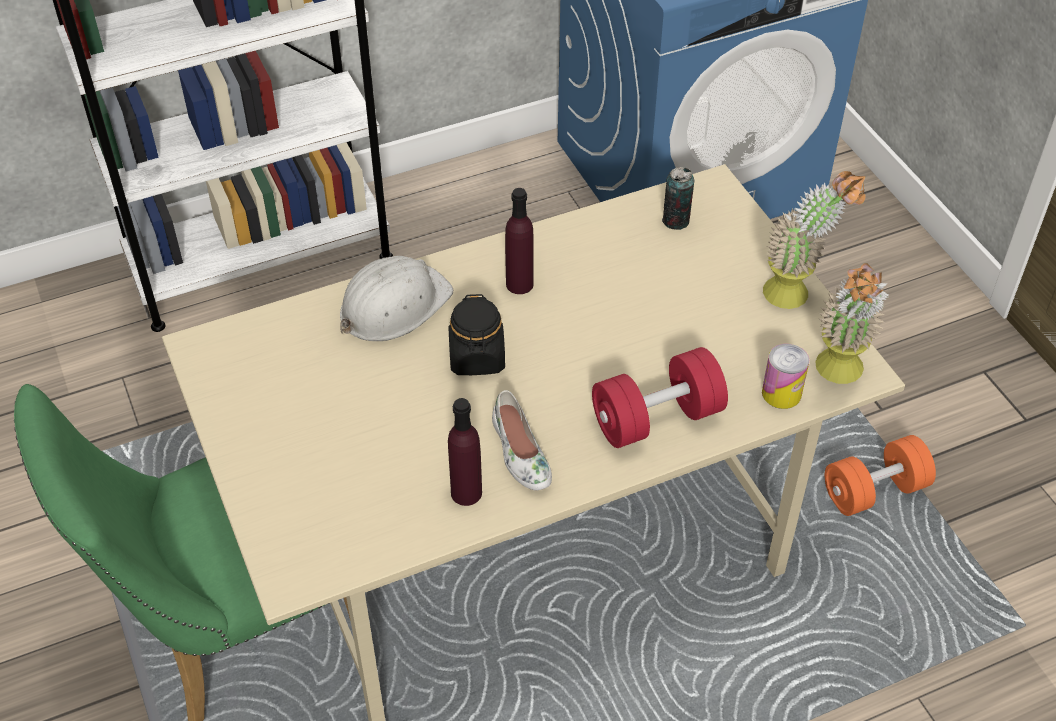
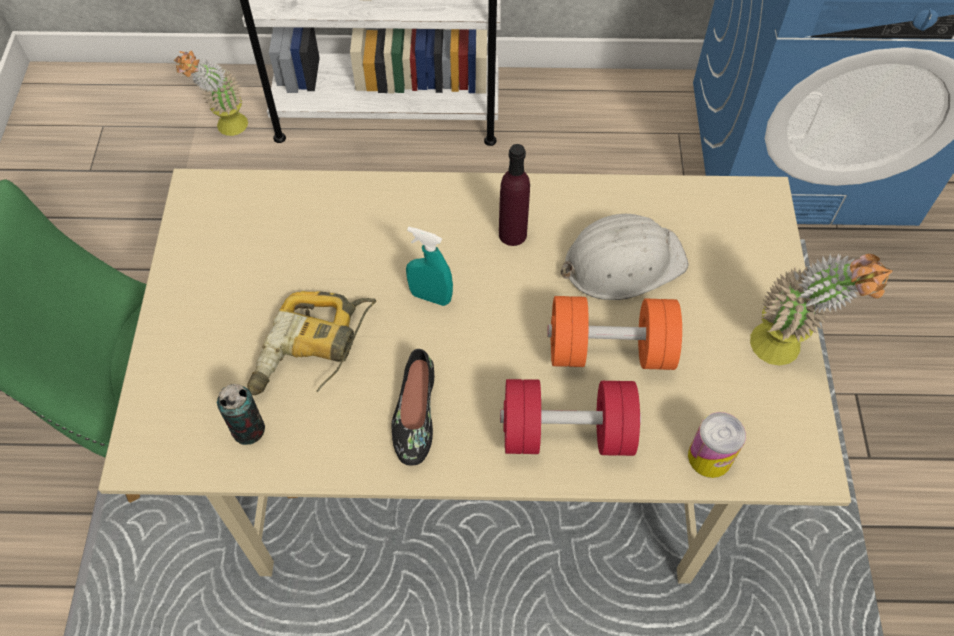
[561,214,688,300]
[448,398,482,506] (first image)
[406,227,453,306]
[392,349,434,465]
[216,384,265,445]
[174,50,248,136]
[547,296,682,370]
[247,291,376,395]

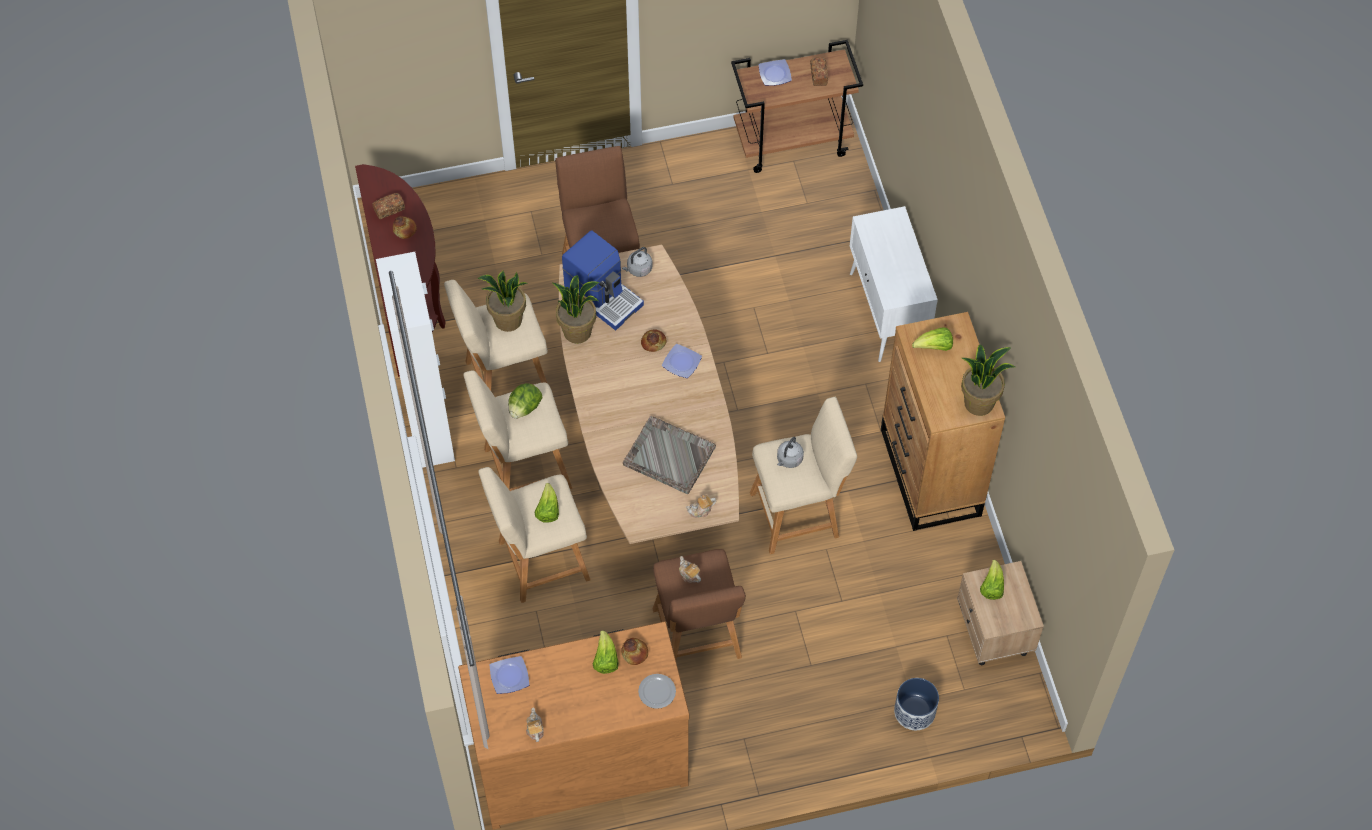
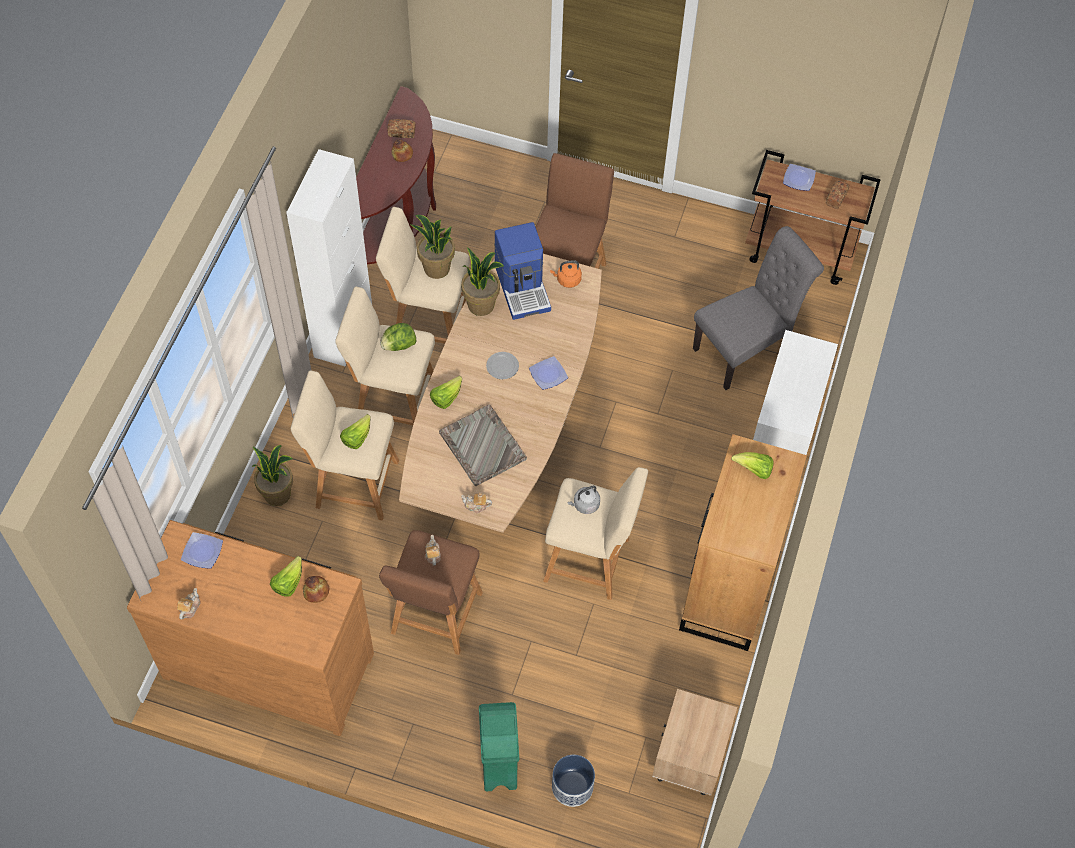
[550,260,582,288]
[486,352,519,379]
[641,329,667,352] (first image)
[252,445,293,506]
[430,376,462,409]
[479,702,519,791]
[693,226,824,390]

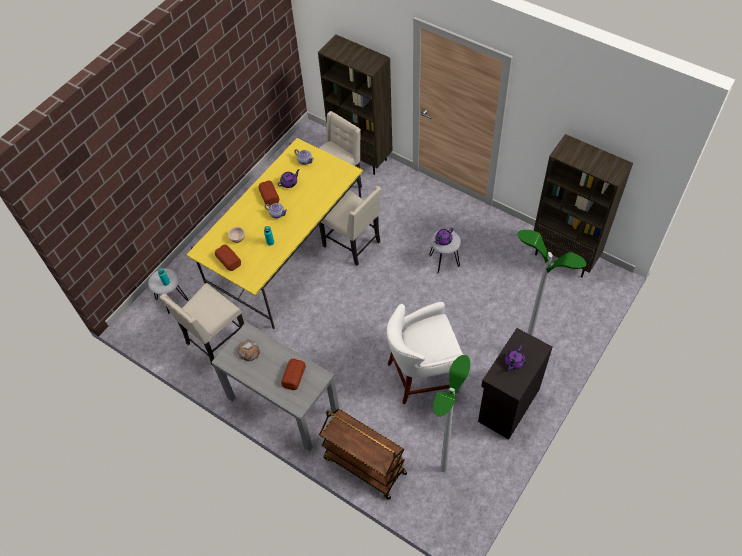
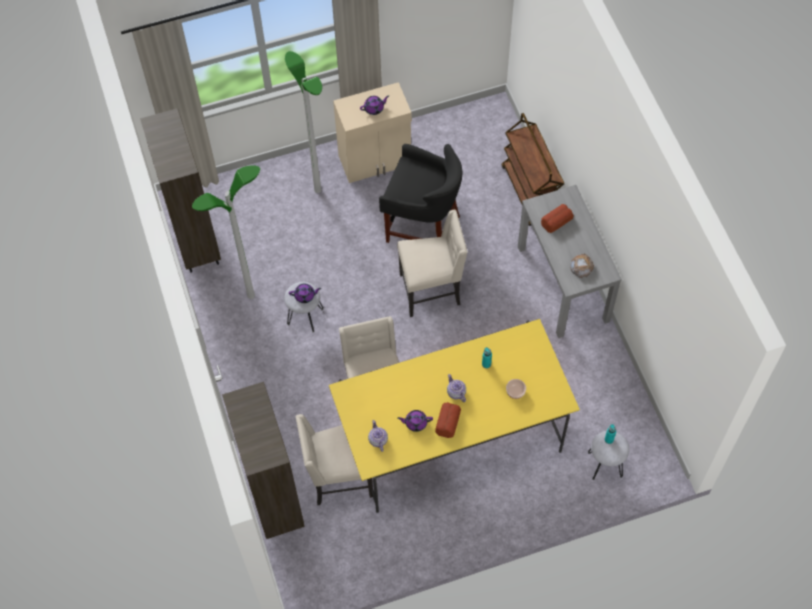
[397,210,468,317]
[215,244,241,271] (first image)
[379,144,463,243]
[192,165,260,299]
[333,82,412,183]

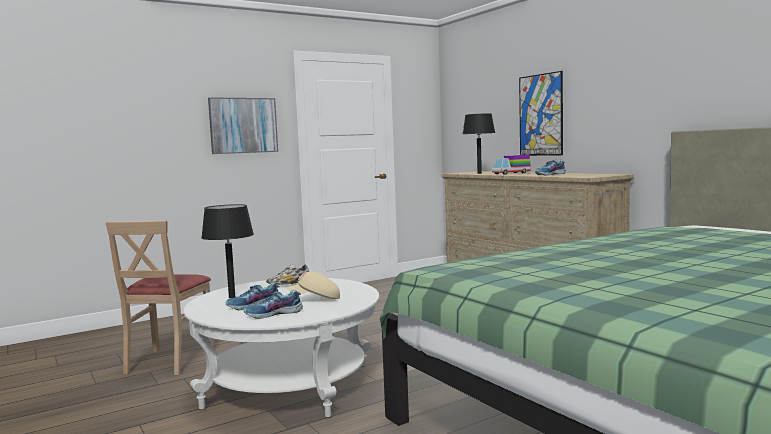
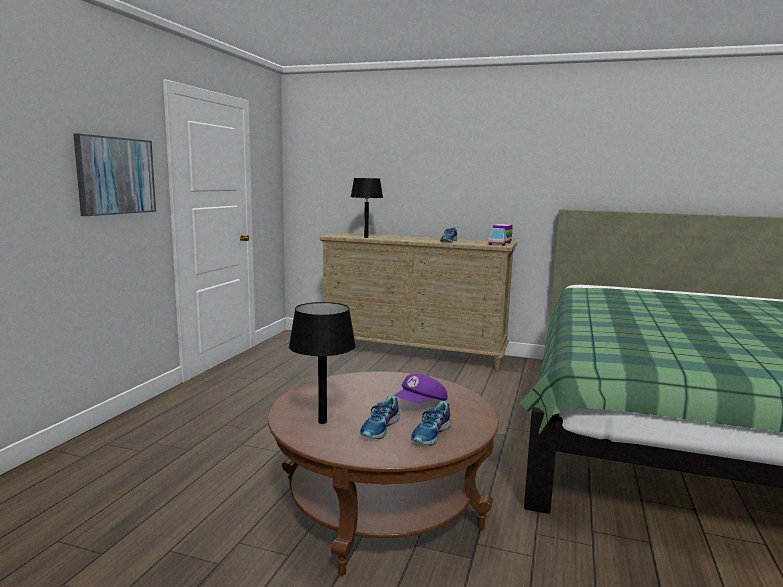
[105,220,214,375] (first image)
[268,371,499,576]
[266,264,310,285] (first image)
[395,373,447,403]
[488,224,513,246]
[519,71,563,156] (first image)

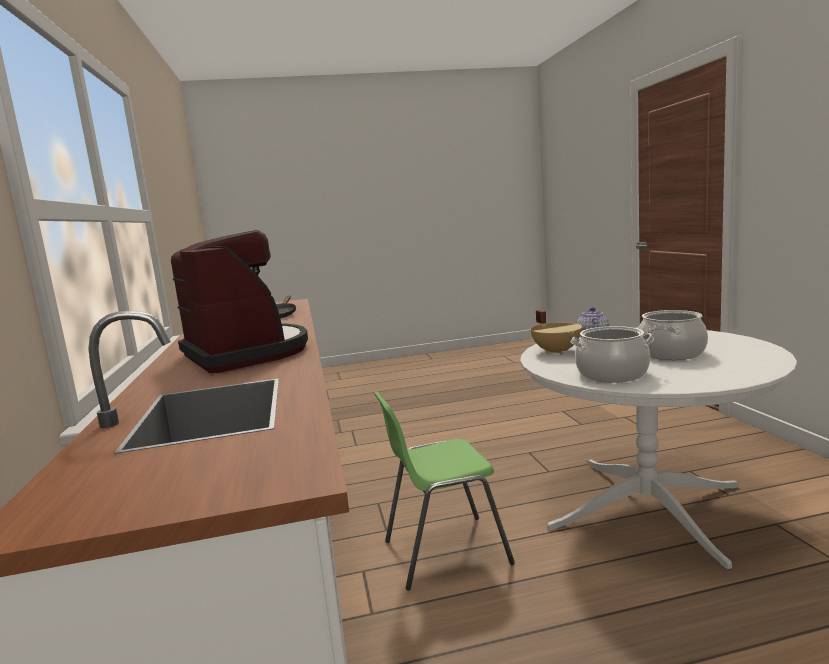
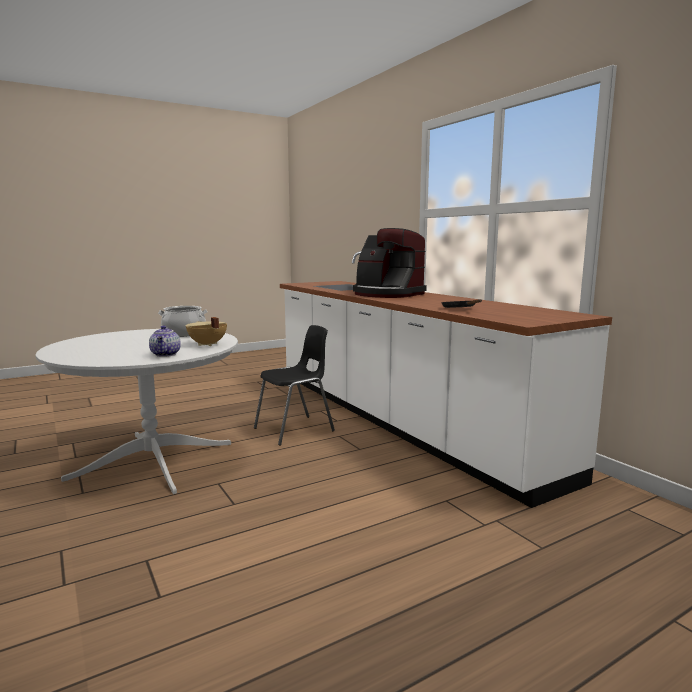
[254,325,335,446]
[638,310,708,360] (first image)

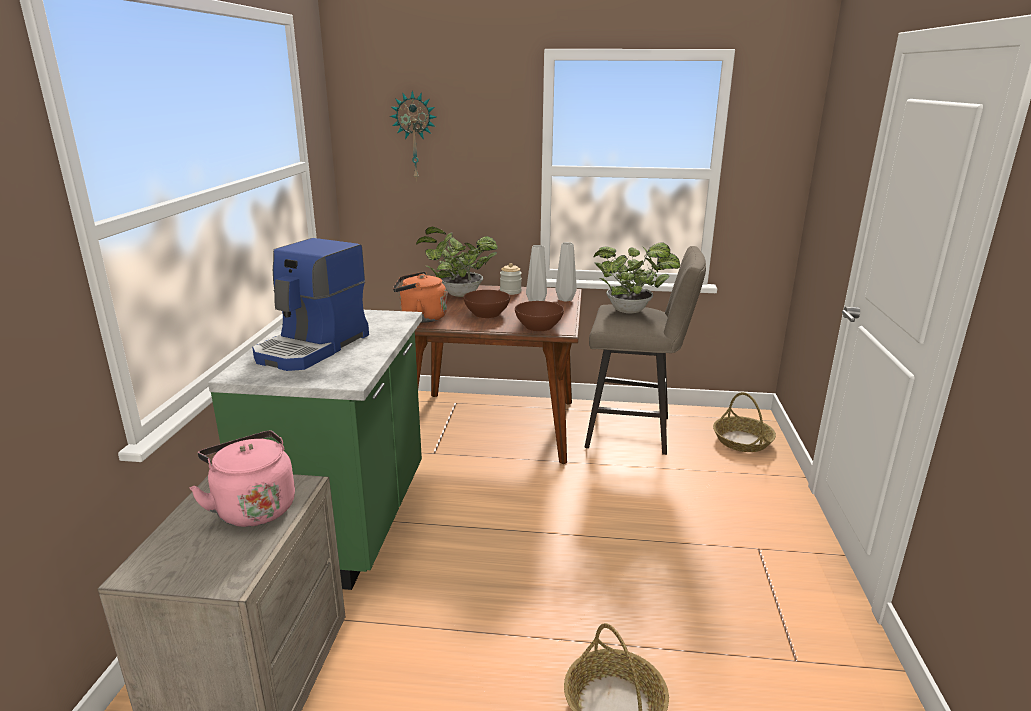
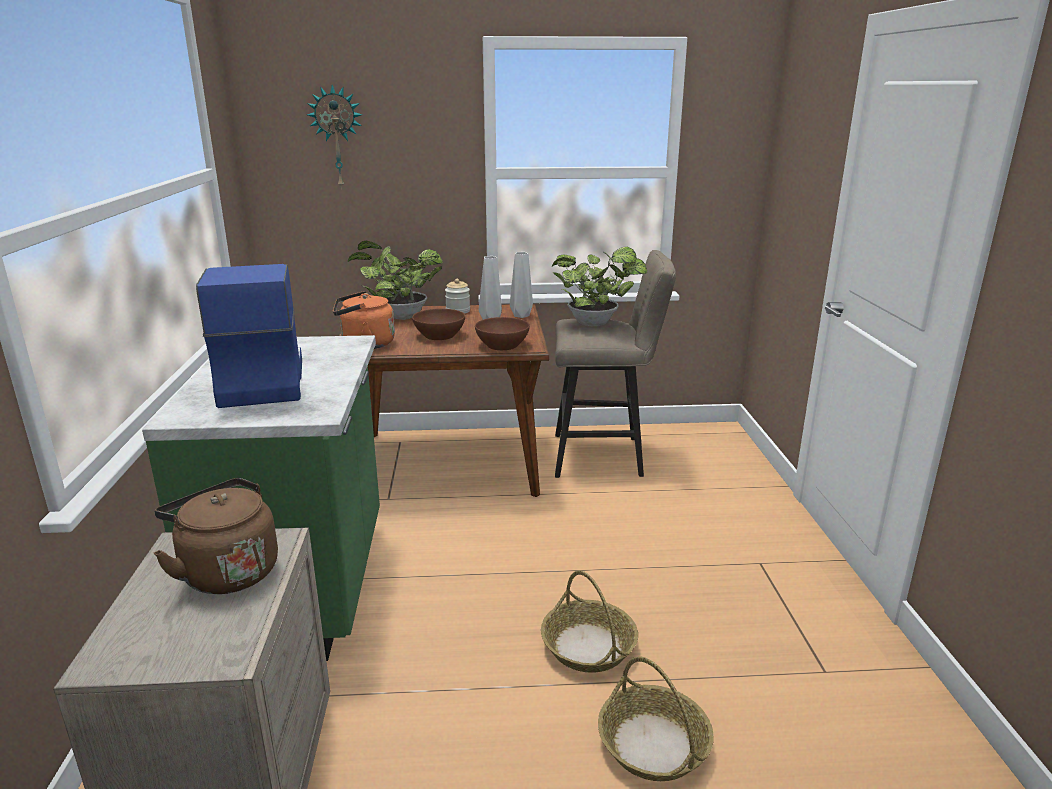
[154,478,278,594]
[196,264,302,408]
[541,570,638,673]

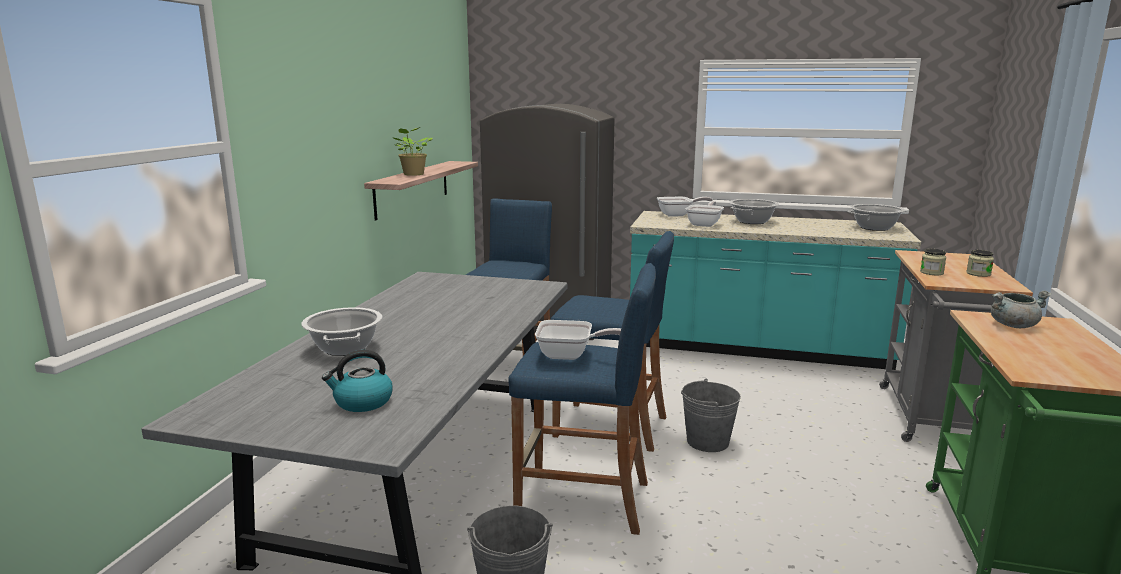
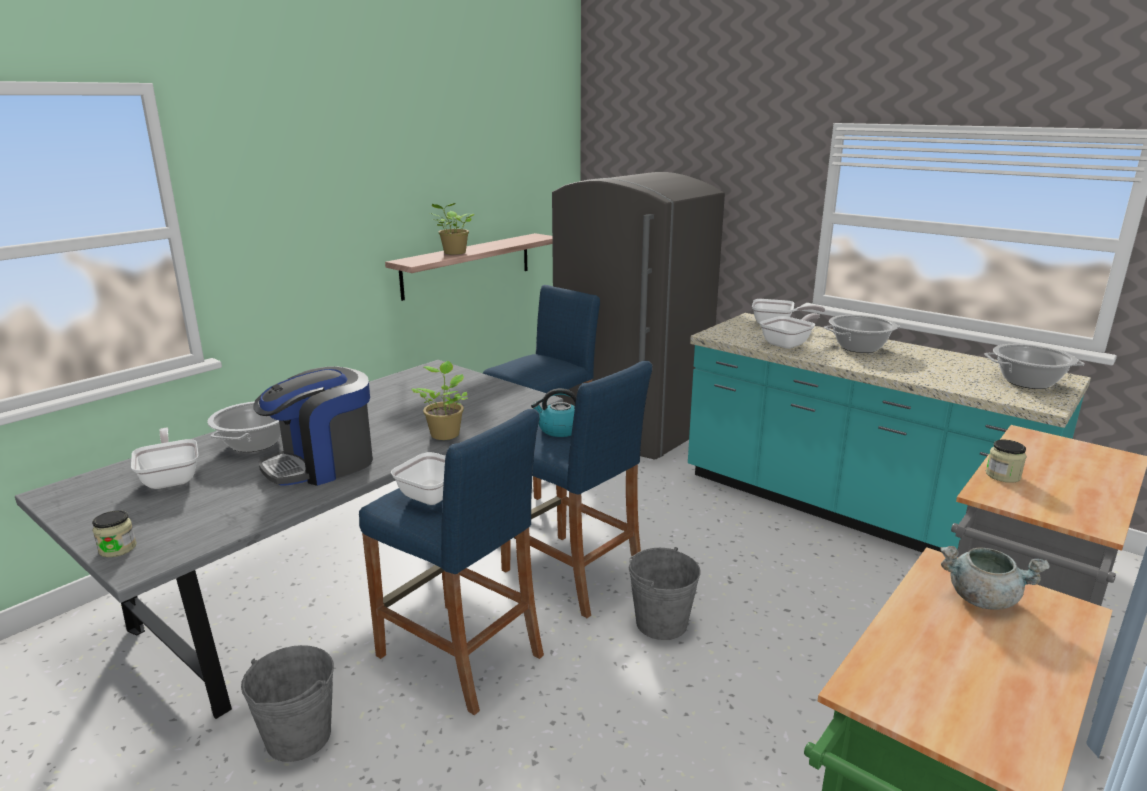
[531,388,577,437]
[92,510,137,557]
[131,428,198,489]
[254,366,373,486]
[411,361,468,440]

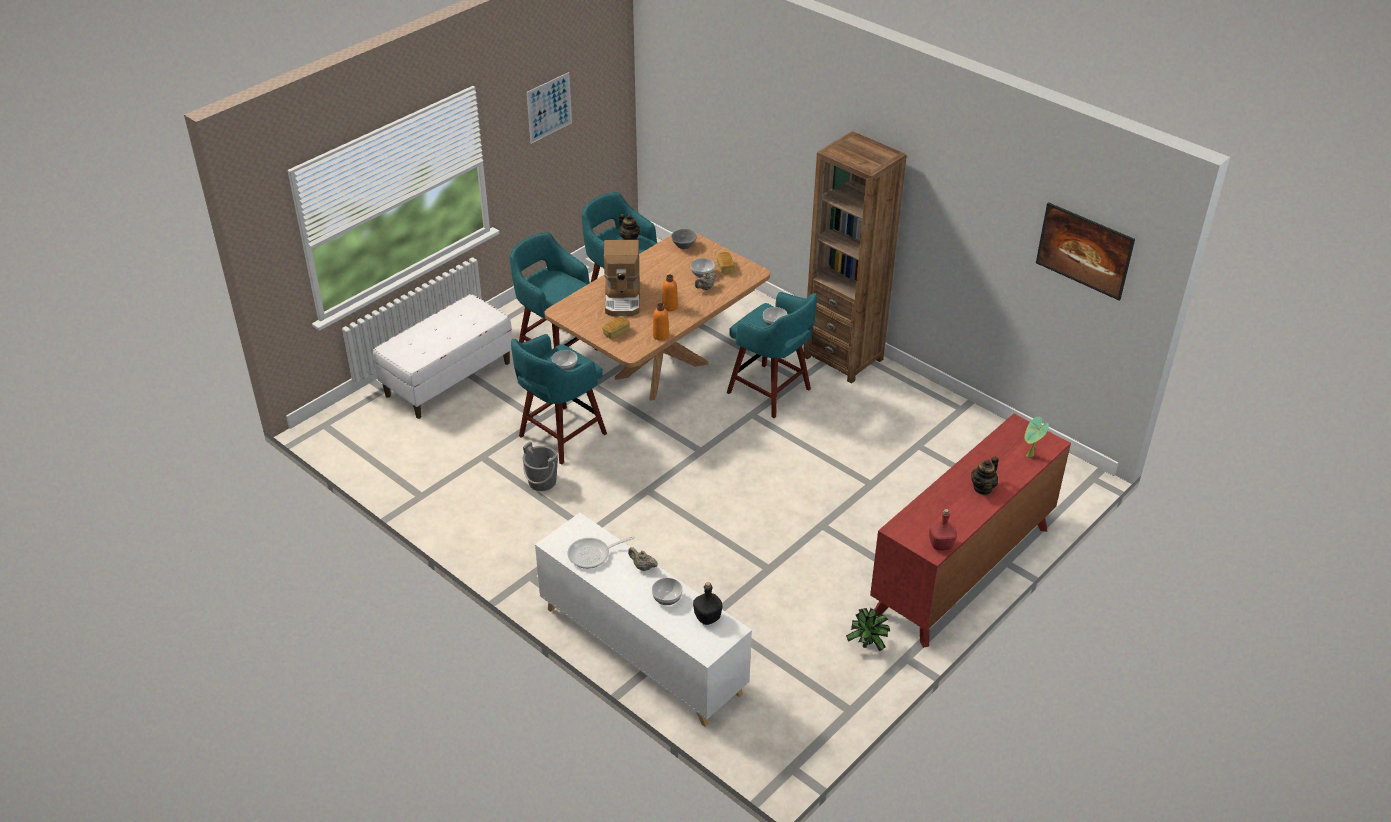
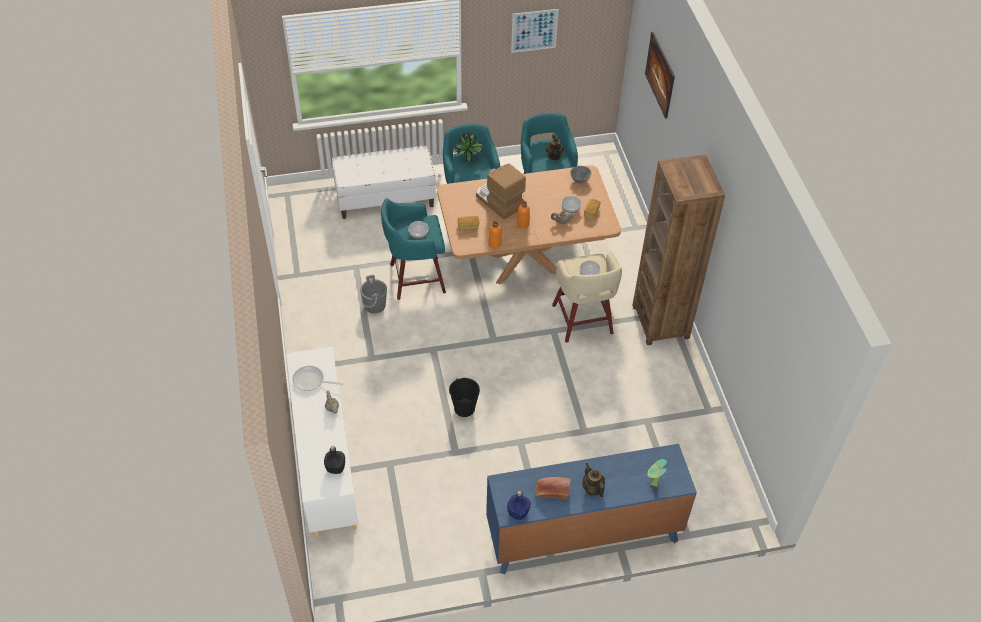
[476,164,526,219]
[652,578,683,605] (first image)
[552,252,622,343]
[455,133,483,162]
[486,444,697,574]
[507,491,530,520]
[582,463,605,497]
[645,32,675,119]
[449,378,480,417]
[535,477,570,499]

